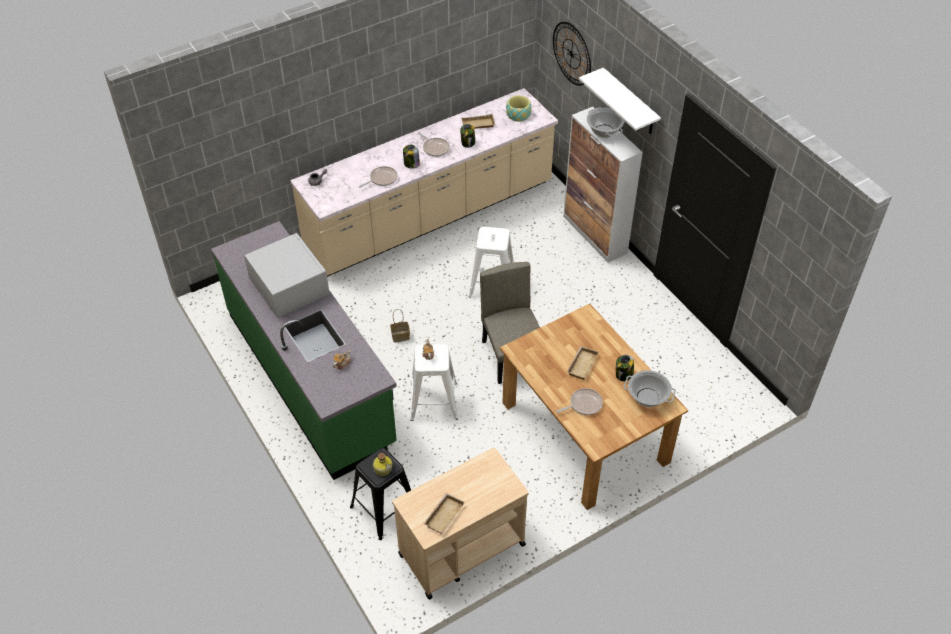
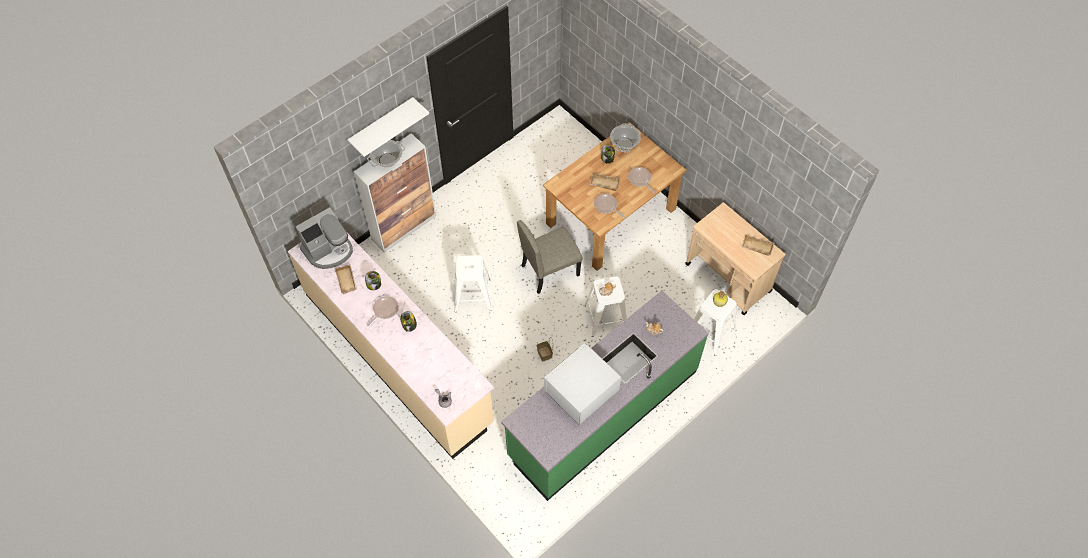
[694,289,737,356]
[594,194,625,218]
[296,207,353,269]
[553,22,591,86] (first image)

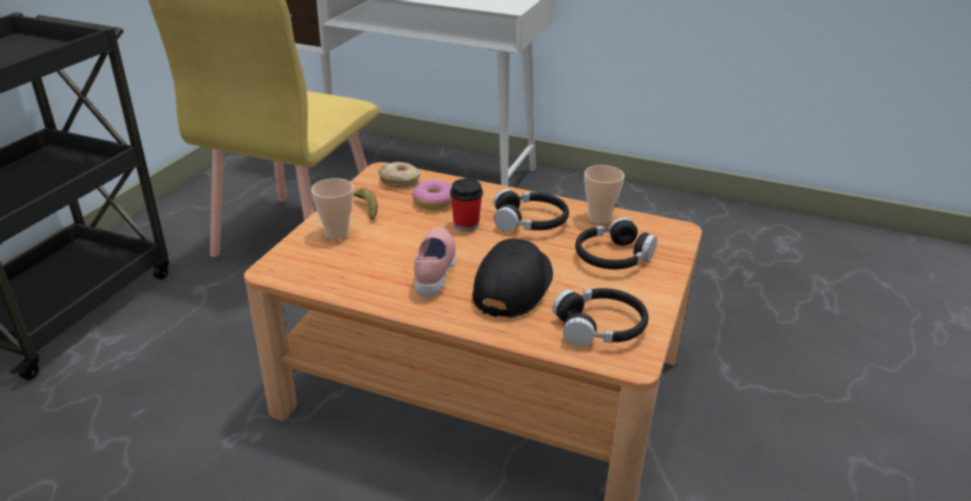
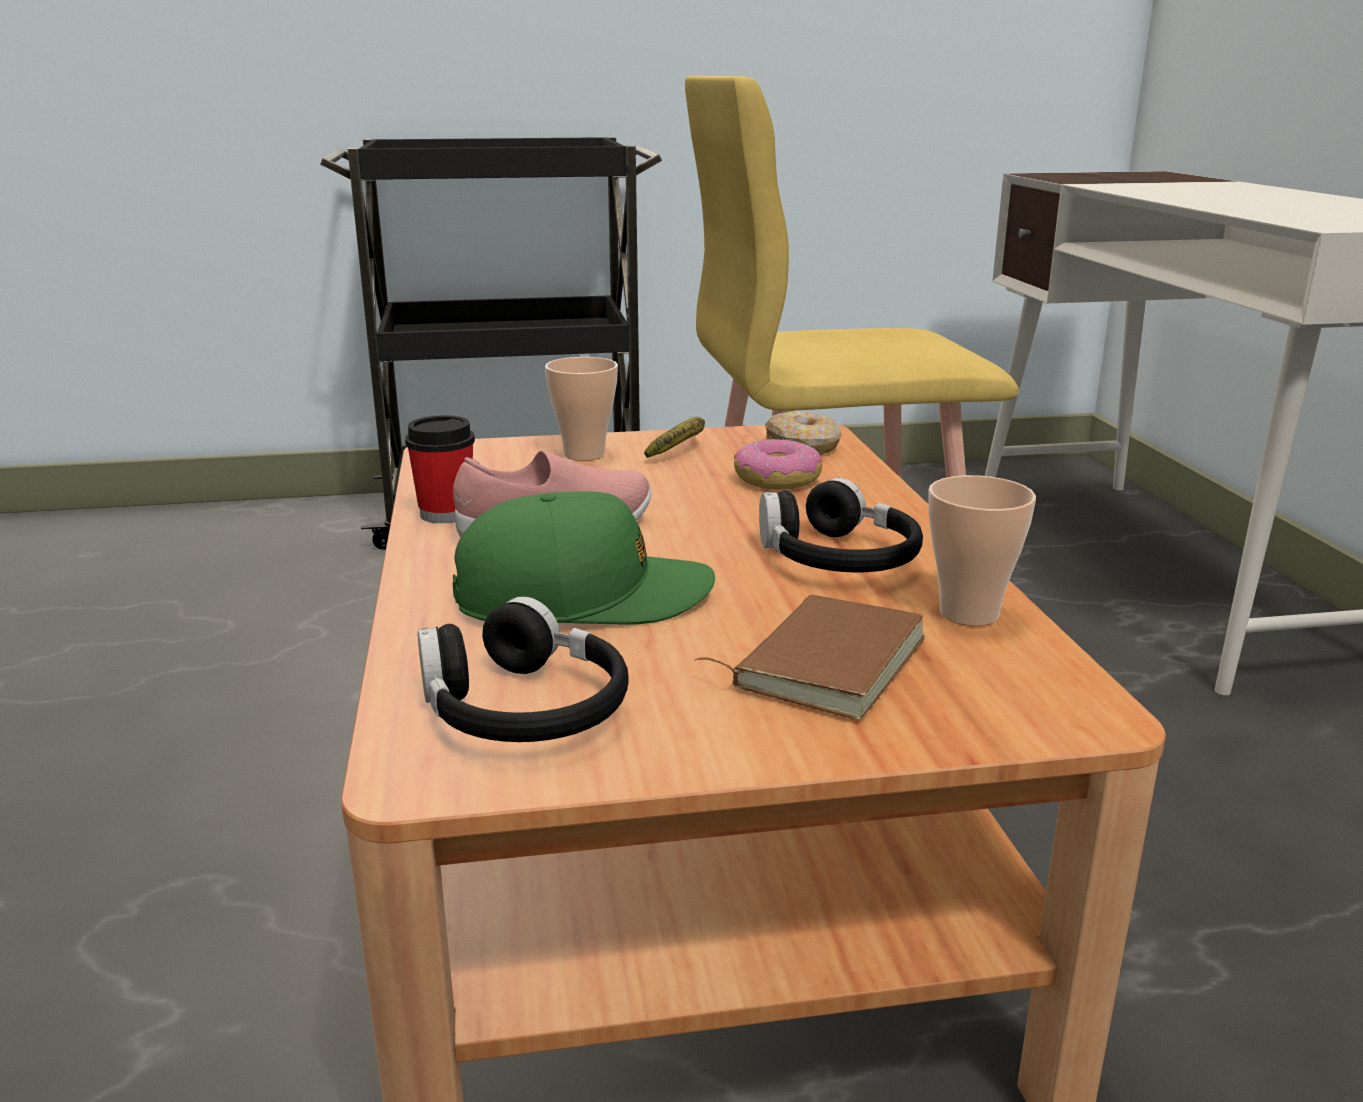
[405,415,475,523]
[453,491,715,624]
[694,595,925,720]

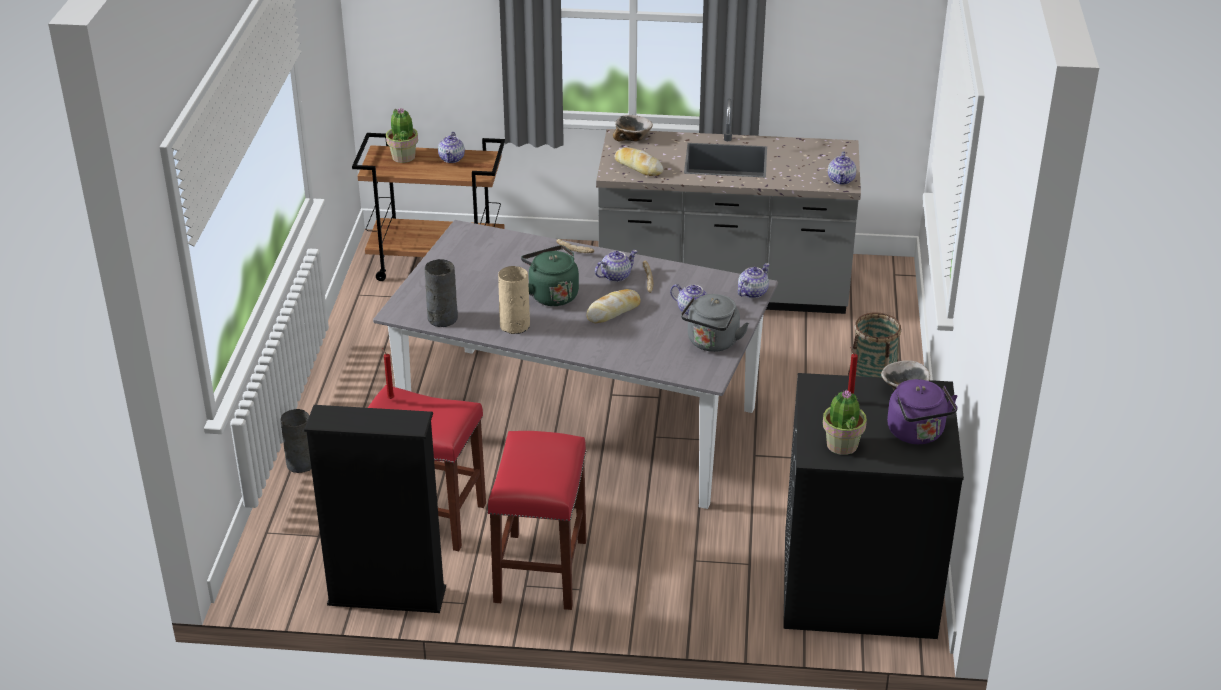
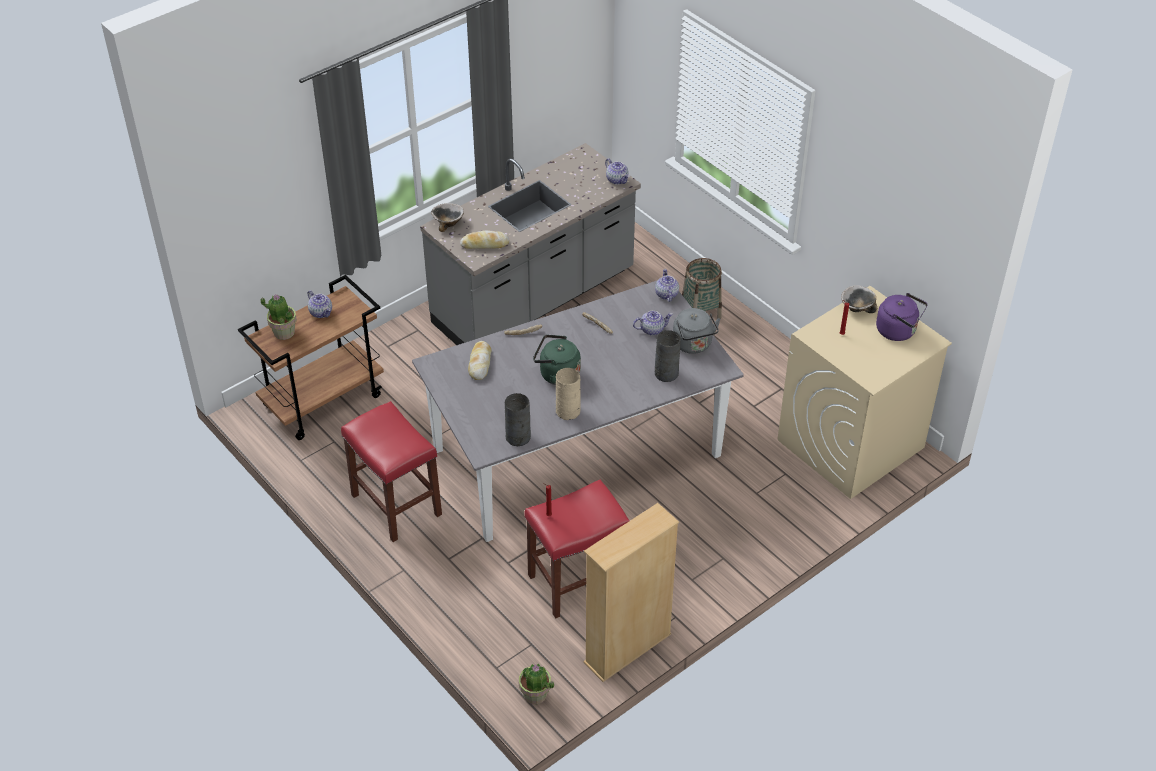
[655,330,681,382]
[583,503,679,682]
[341,401,442,542]
[468,341,491,380]
[595,250,637,282] (first image)
[778,286,952,499]
[519,664,555,704]

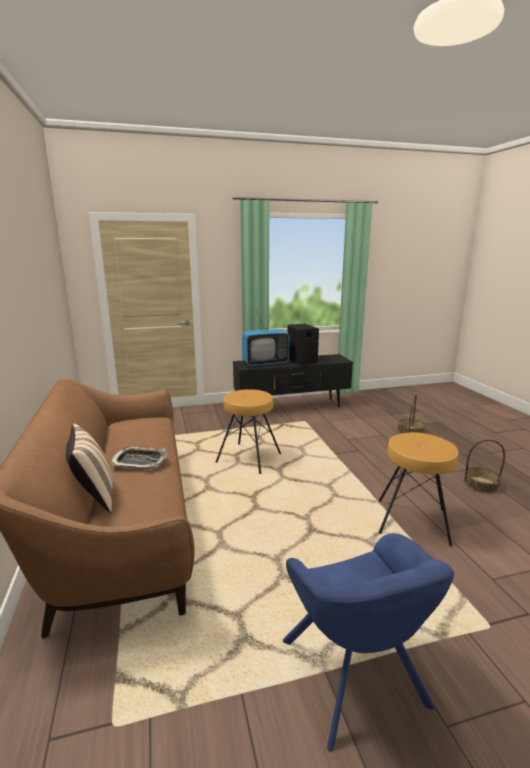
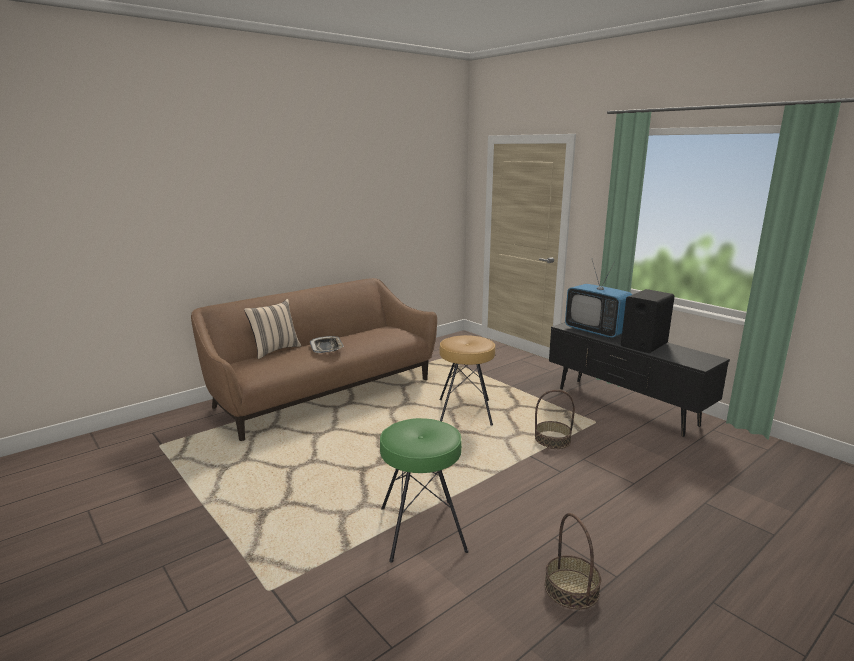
[283,533,454,752] (first image)
[380,418,468,563]
[535,390,575,449]

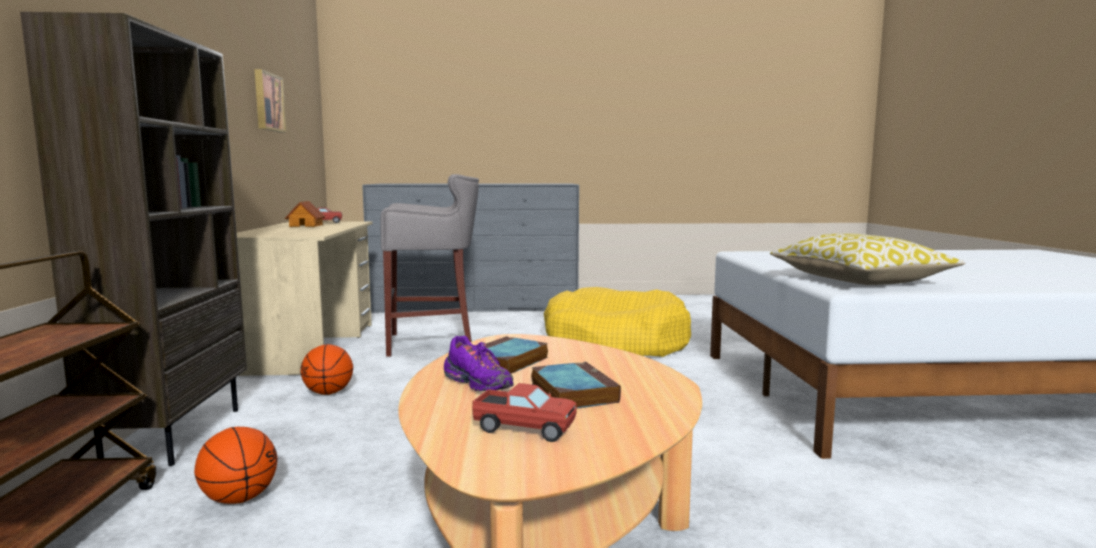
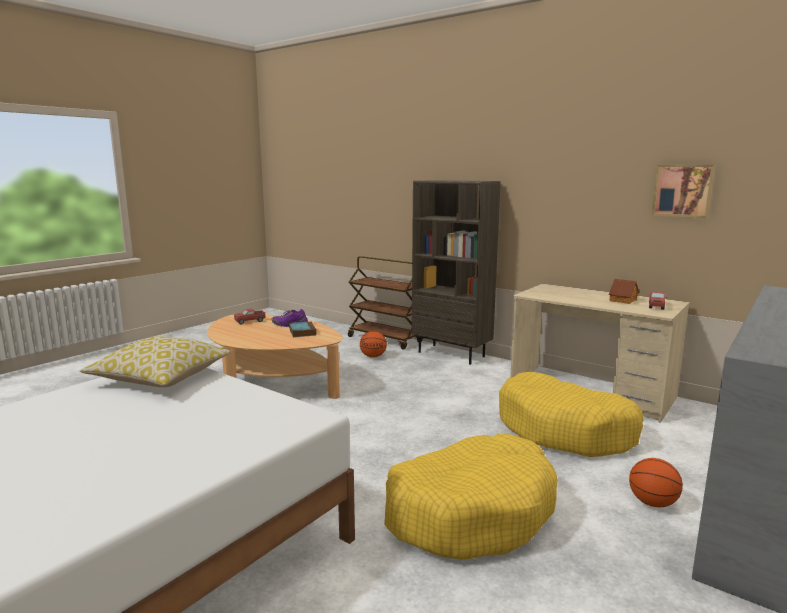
[629,458,683,507]
[499,372,643,457]
[531,362,621,409] (first image)

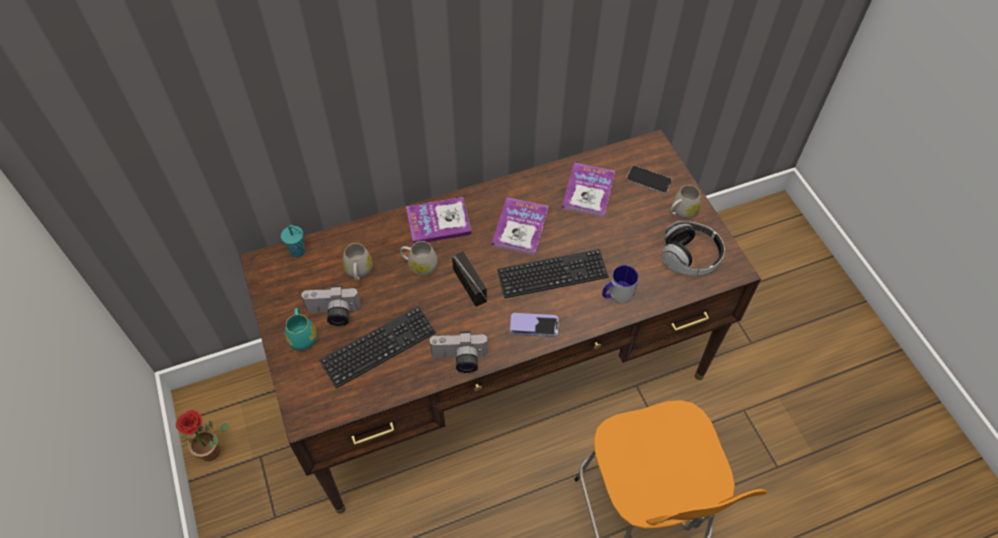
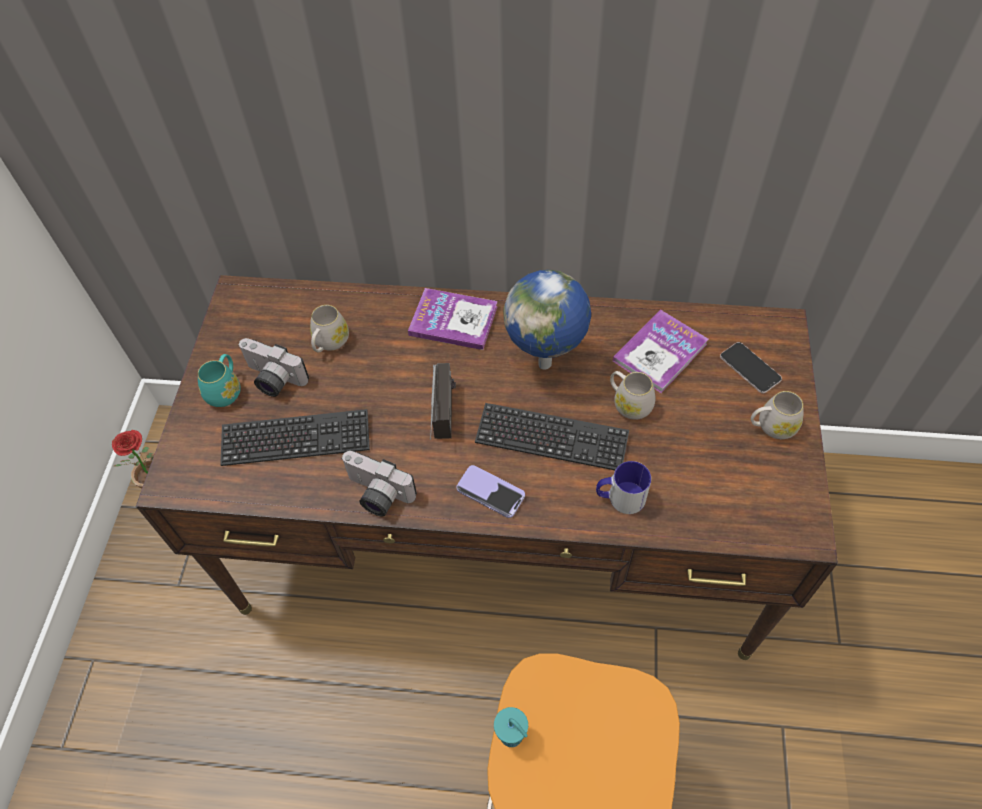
[494,707,528,747]
[610,371,655,420]
[503,270,591,370]
[662,221,725,275] (first image)

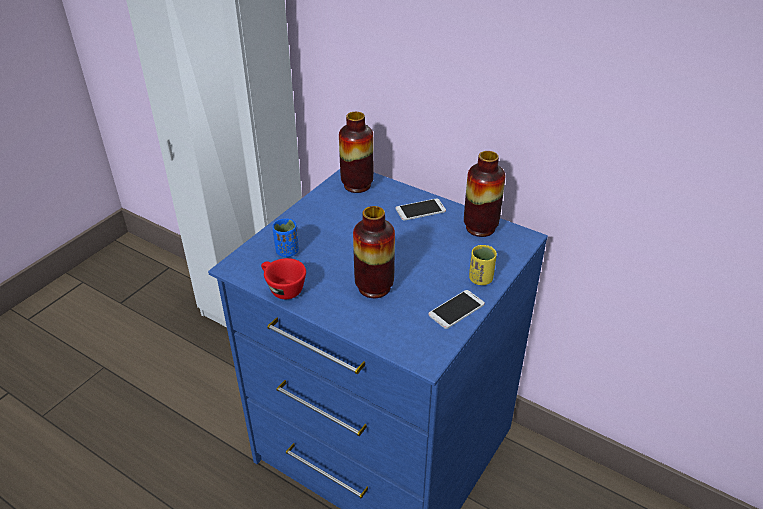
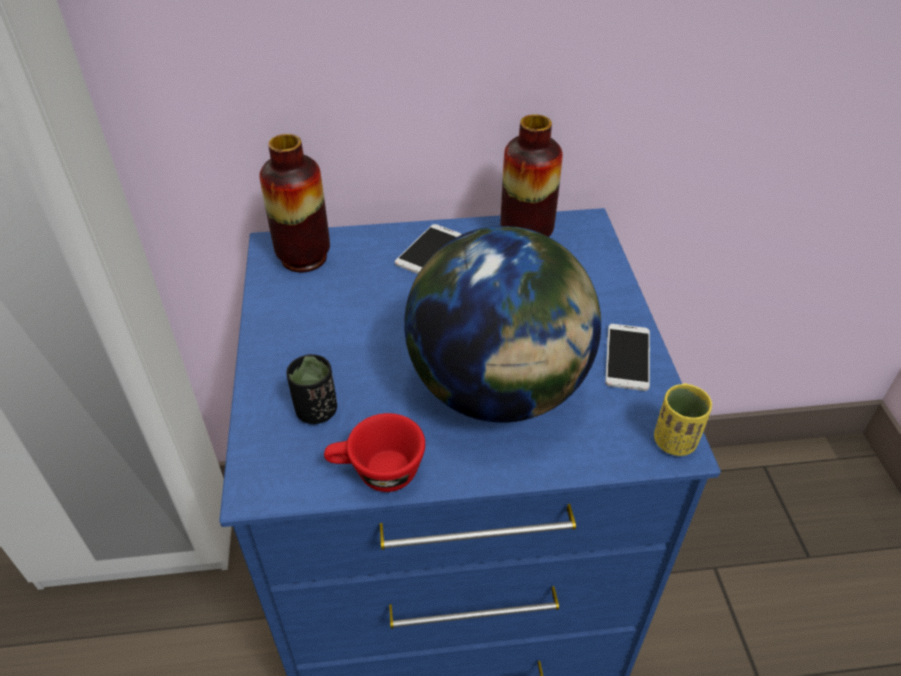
[286,354,337,424]
[404,226,601,423]
[654,383,712,456]

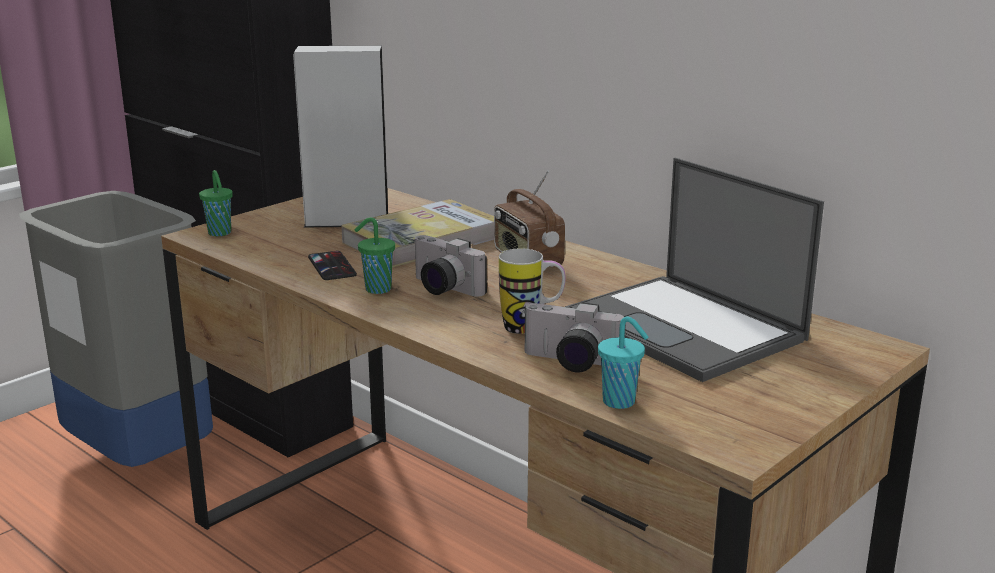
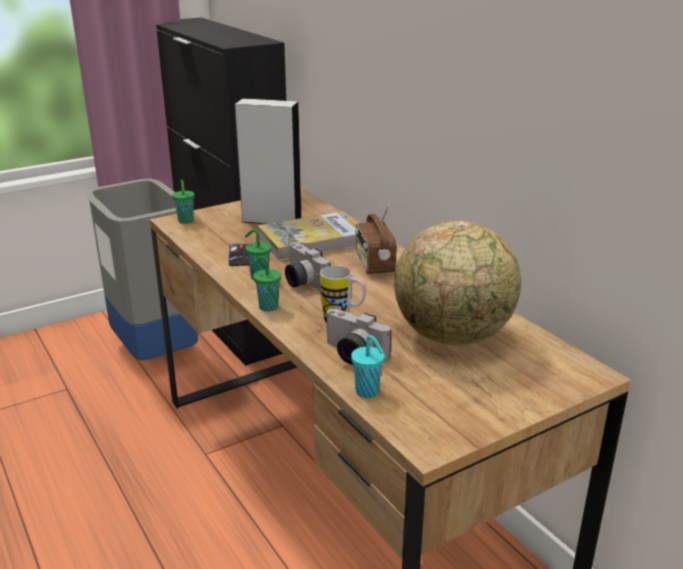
[394,221,521,345]
[252,256,281,312]

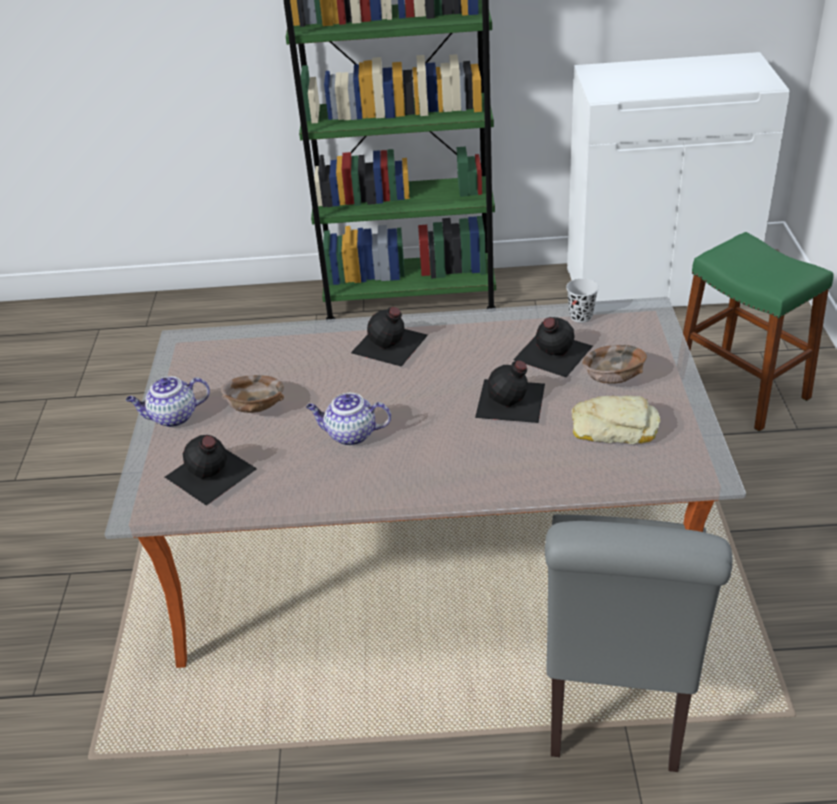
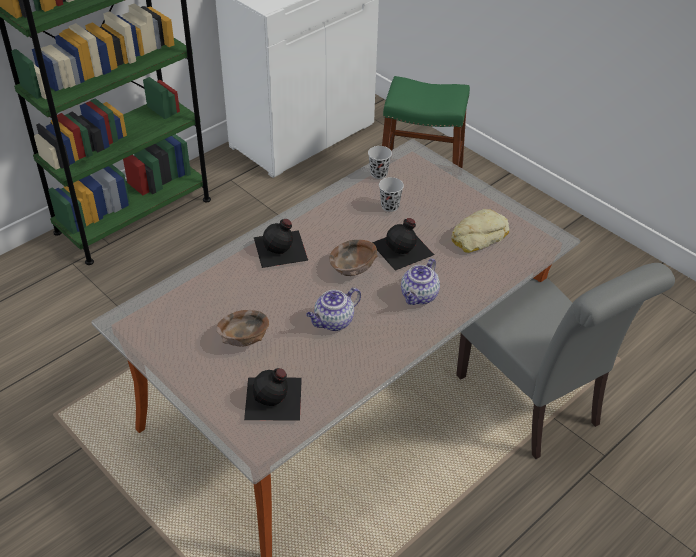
[401,258,440,305]
[379,177,404,212]
[329,240,378,276]

